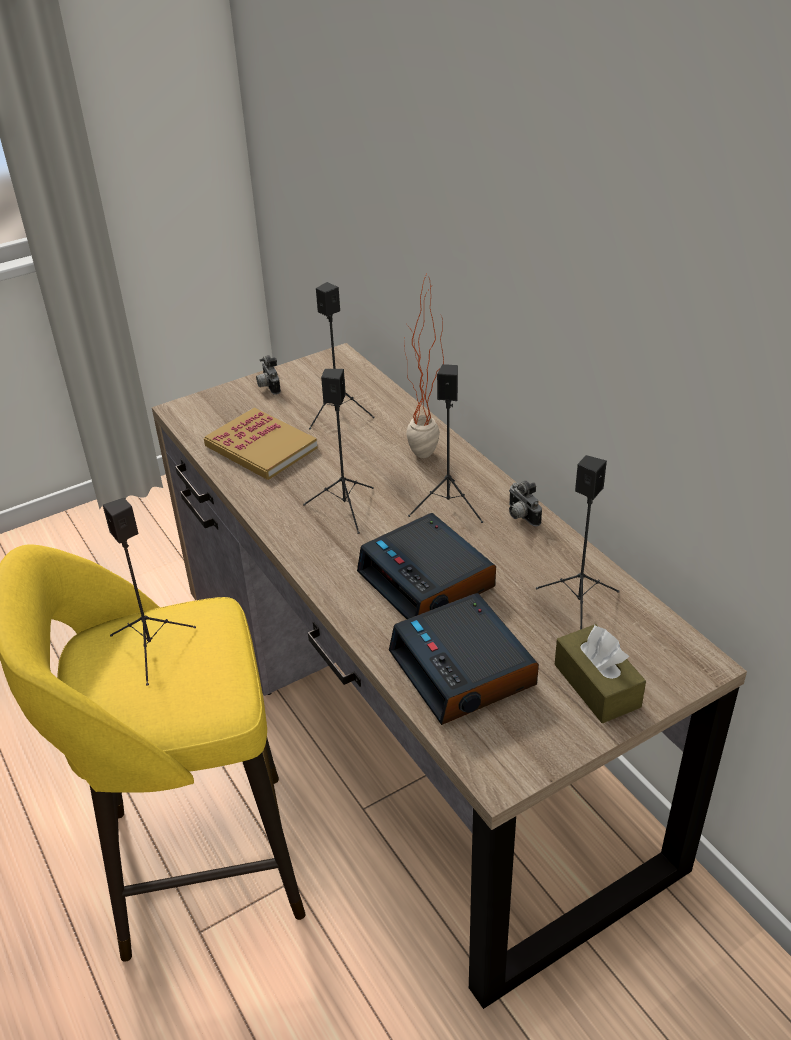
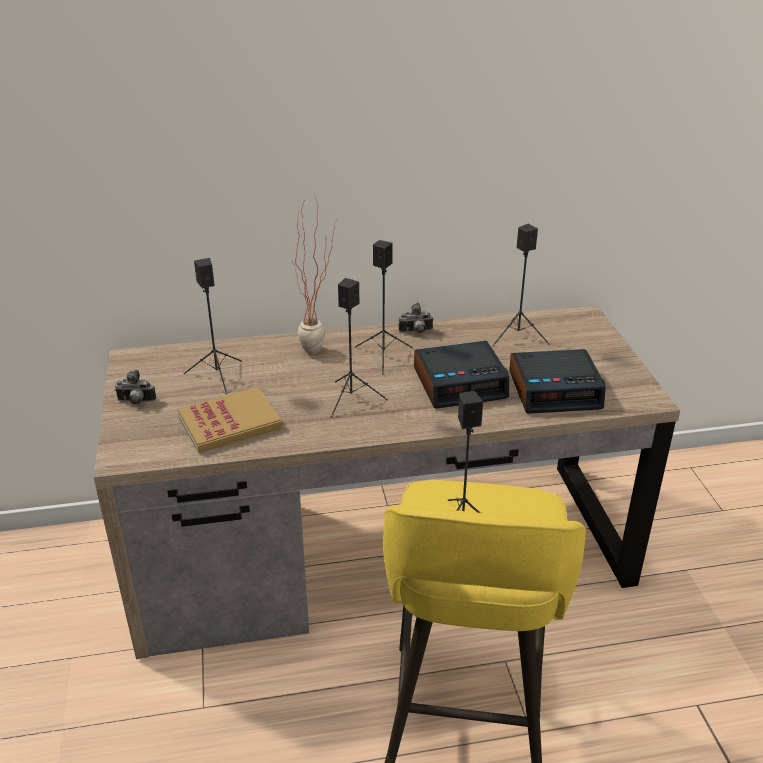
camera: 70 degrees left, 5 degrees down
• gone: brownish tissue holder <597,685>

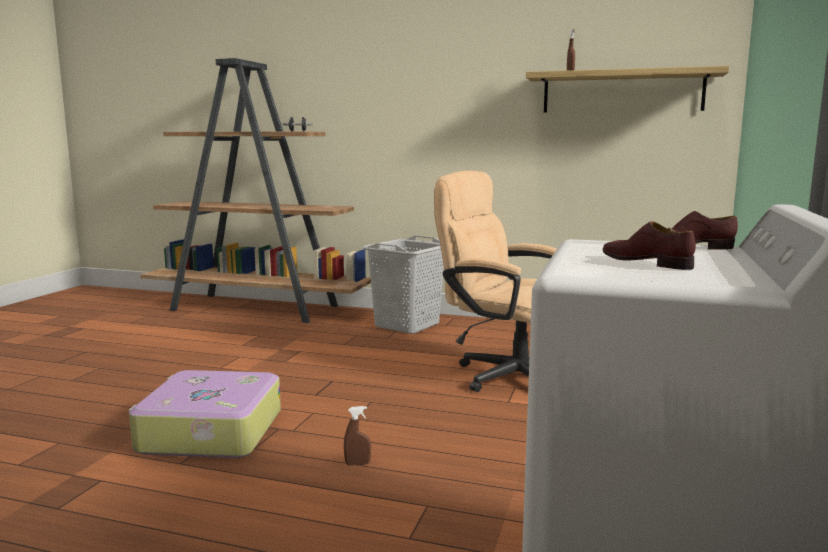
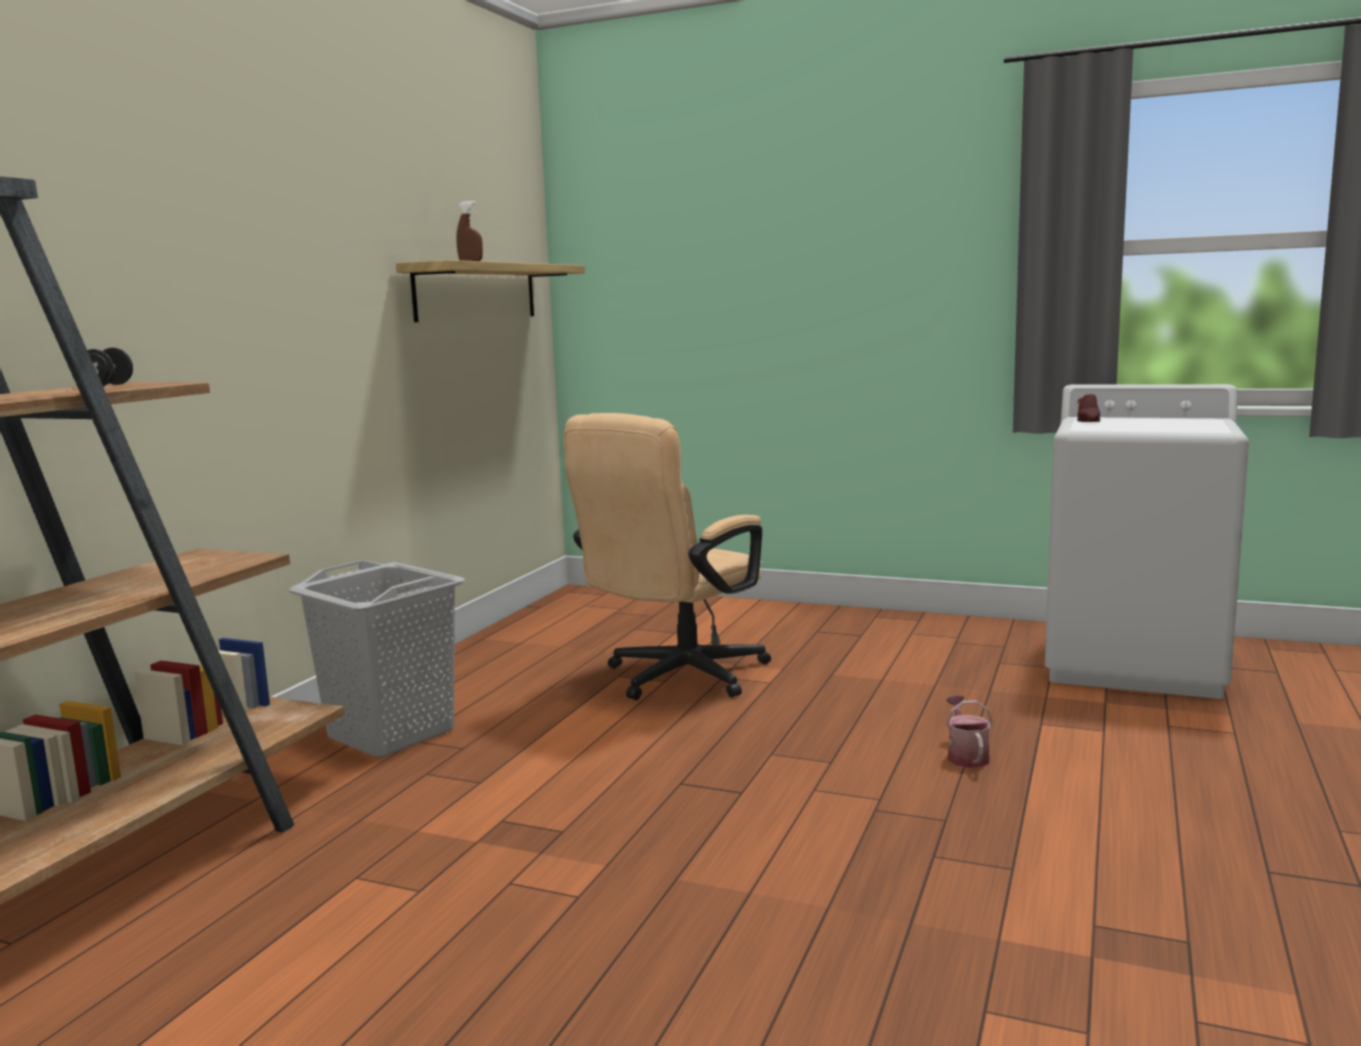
camera: 85 degrees left, 0 degrees up
• gone: brownish low shoe <646,262>
• gone: suitcase <209,432>
• swapped: brownish hand sprayer <357,464> to sprinkling can <966,755>

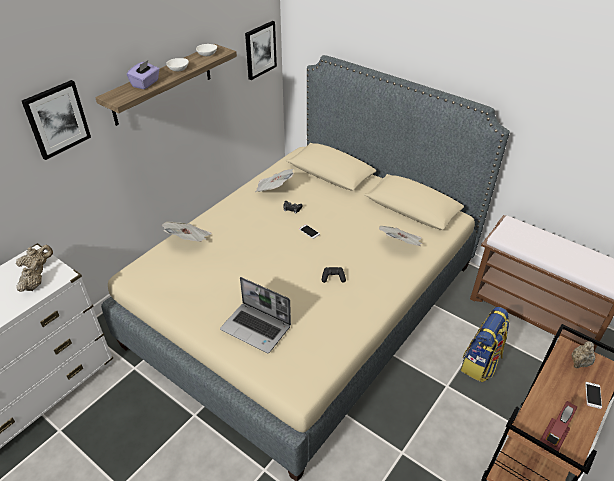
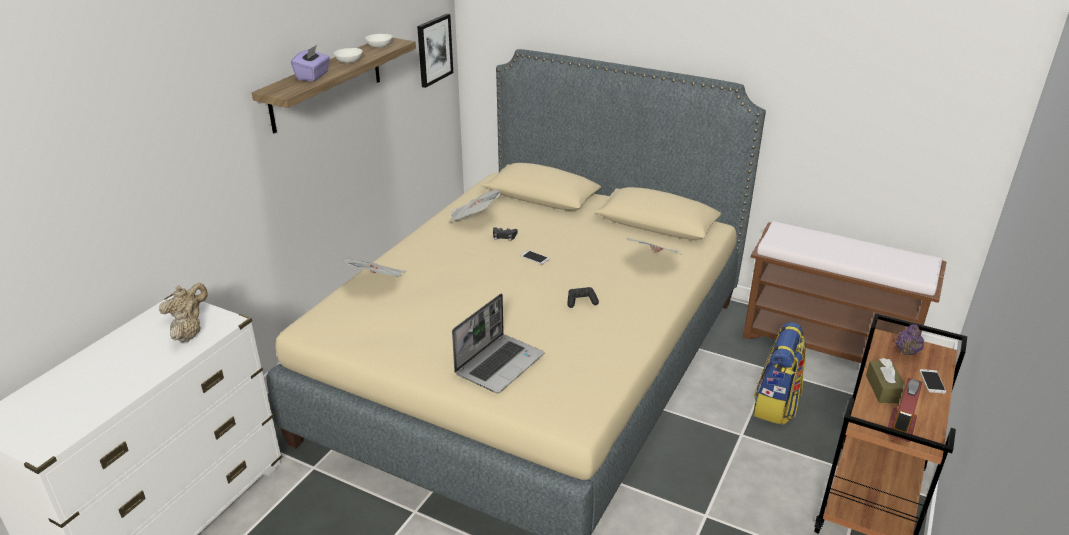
camera: 10 degrees left, 10 degrees down
• gone: picture <57,119>
• rotated: notebook computer <257,328> = <499,364> 75 degrees counterclockwise
• repainted: beige-coloured tea pot <580,362> to purple-coloured tea pot <907,352>
• new: brownish tissue holder <883,389>

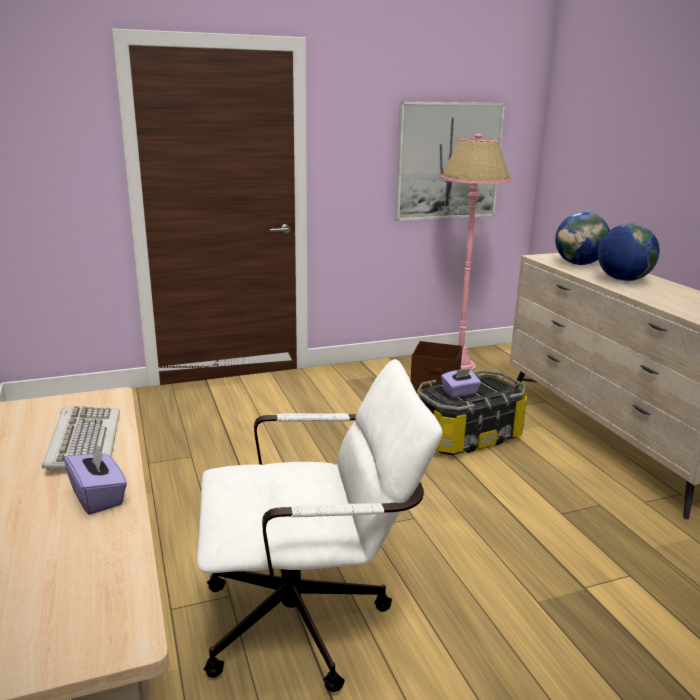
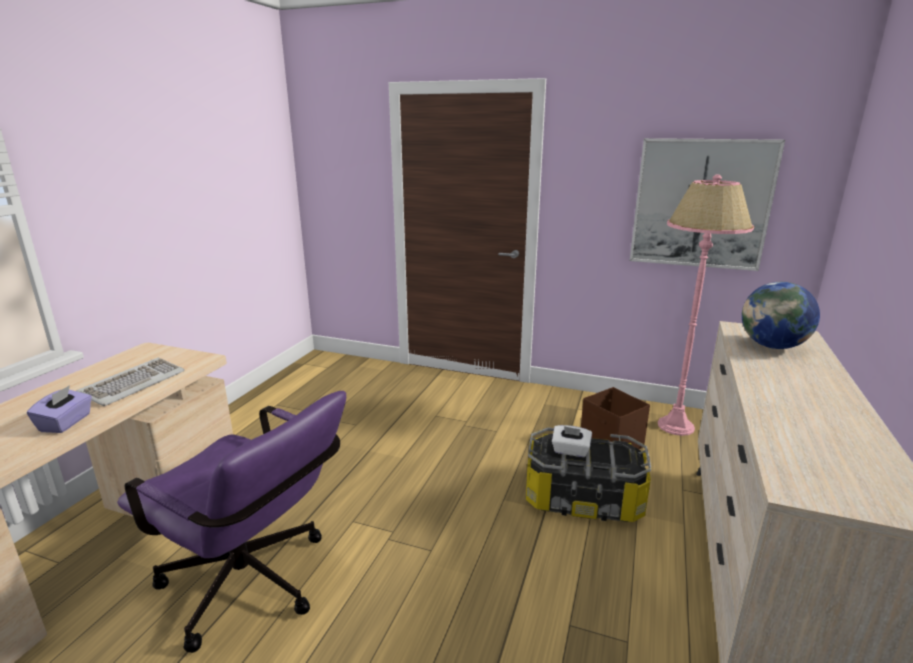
camera: 40 degrees right, 0 degrees up
• gone: globe <623,280>
• repainted: white-coloured office chair <311,619> to purple-coloured office chair <255,587>
• repainted: purple-coloured tissue holder <460,393> to white-coloured tissue holder <570,451>

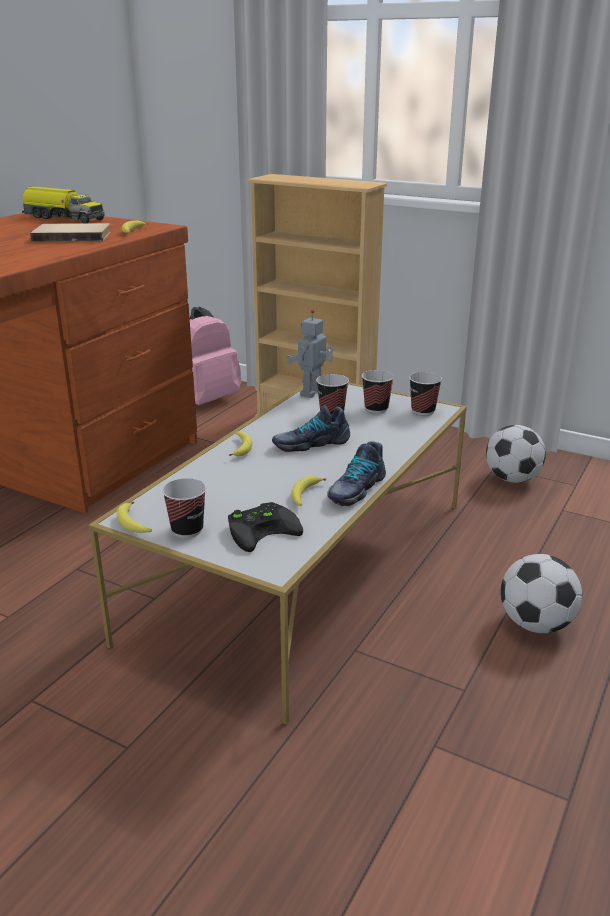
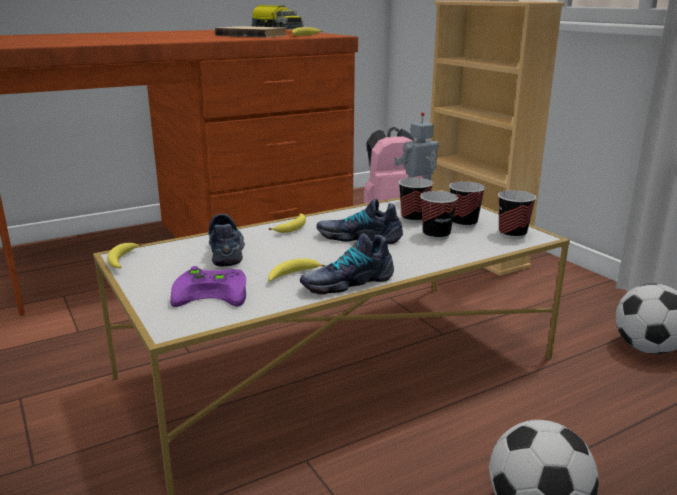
camera: 30 degrees right, 5 degrees down
• shifted: cup <187,530> to <436,235>
• repainted: blackish gamepad <263,529> to purple-coloured gamepad <214,292>
• new: low shoe <227,250>

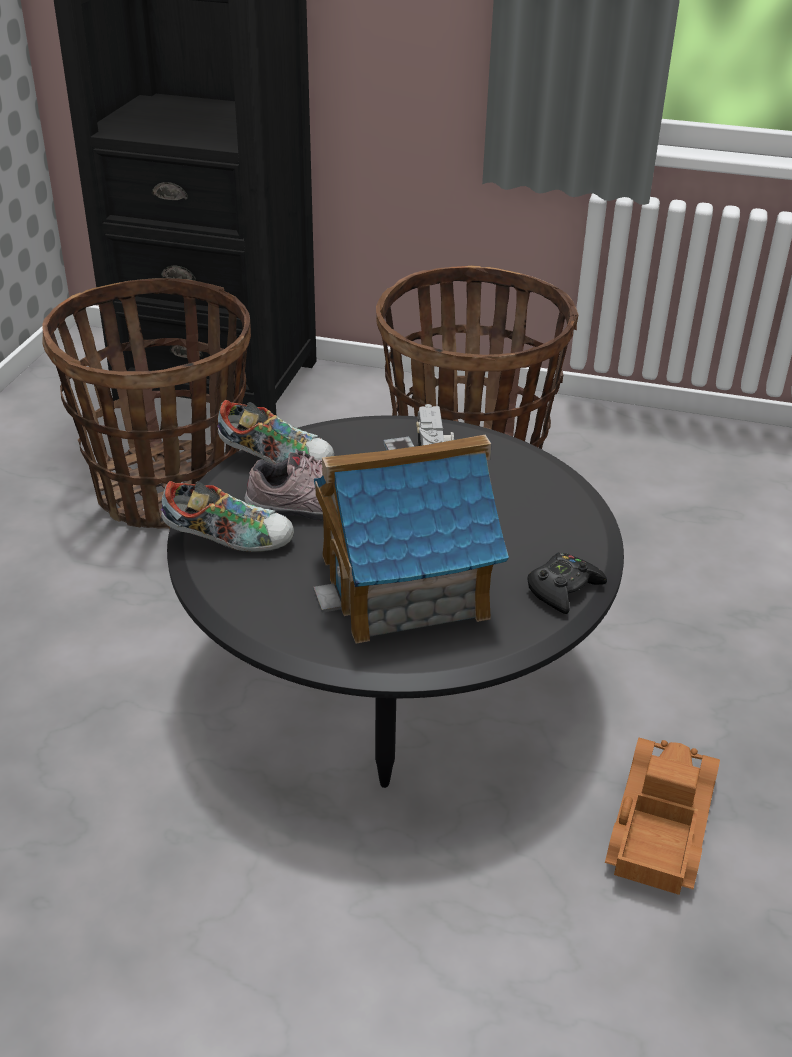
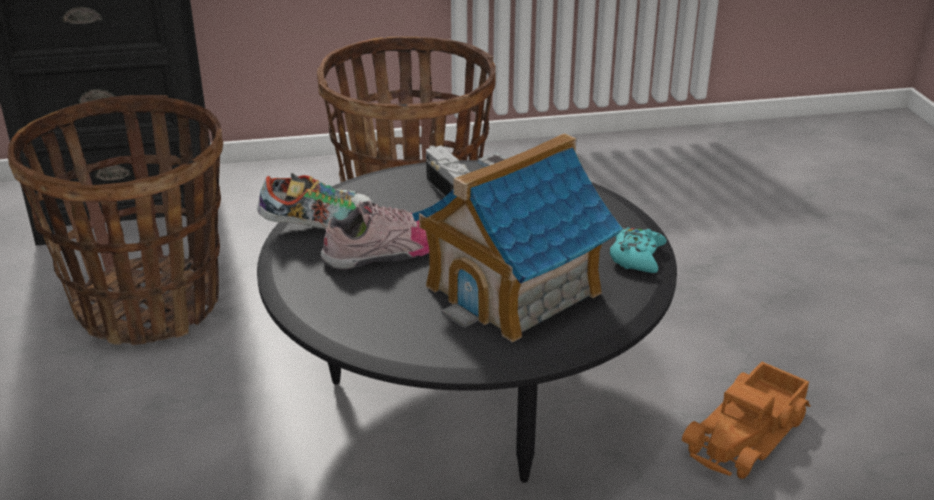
camera: 25 degrees left, 5 degrees down
• gone: low shoe <229,539>
• repainted: blackish gamepad <563,589> to turquoise-coloured gamepad <636,257>
• rotated: toy truck <657,824> = <748,434> 135 degrees counterclockwise

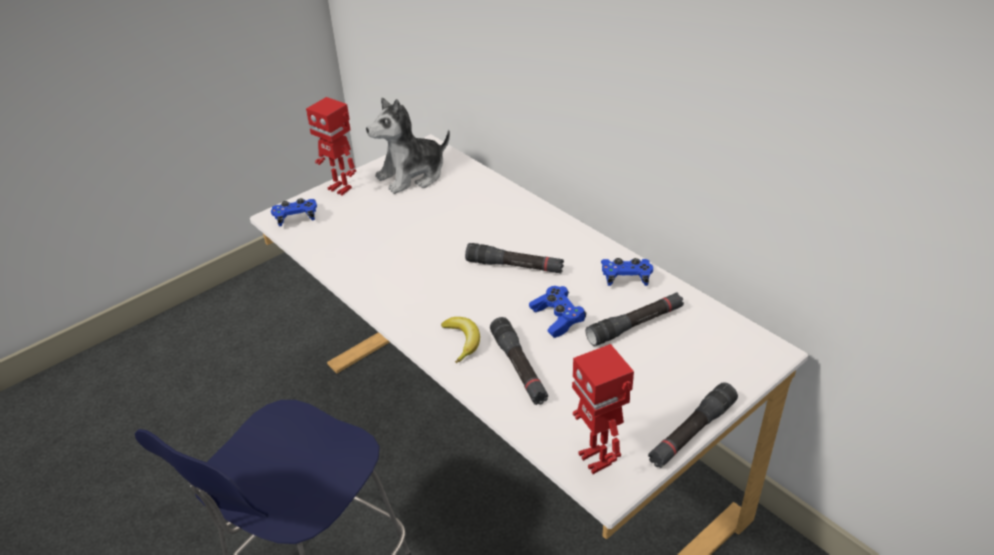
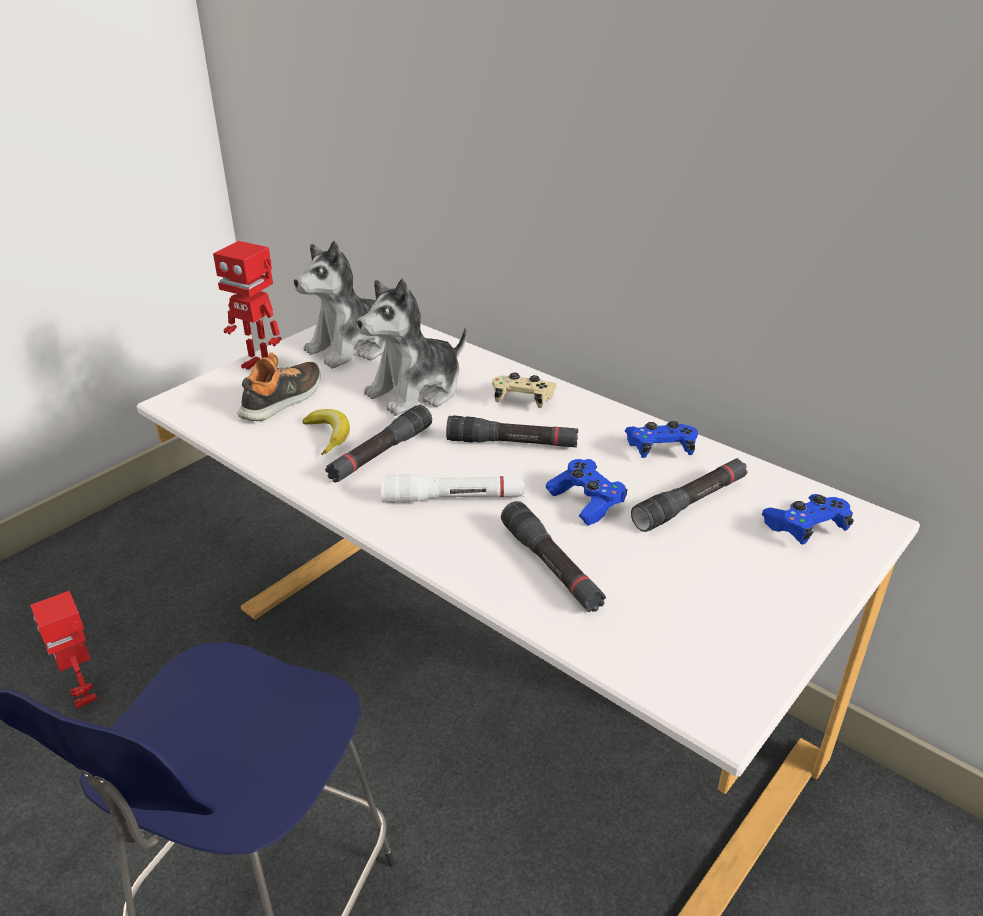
camera: 10 degrees left, 5 degrees down
• shifted: bluish gamepad <296,218> to <805,528>
• shifted: whole banana <462,341> to <329,435>
• shifted: toy robot <596,459> to <85,695>
• shifted: blackish flashlight <691,432> to <380,454>
• new: cuddly toy <416,391>
• new: low shoe <283,400>
• new: beige-coloured gamepad <523,400>
• new: white-coloured flashlight <453,498>

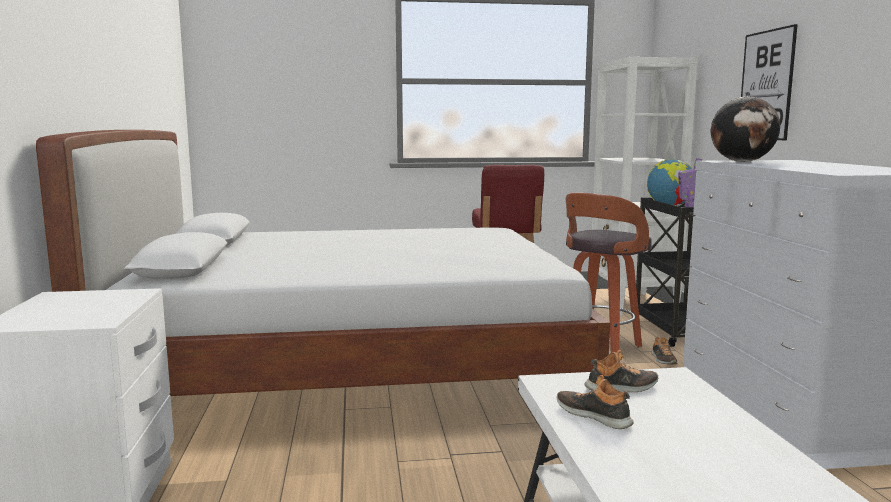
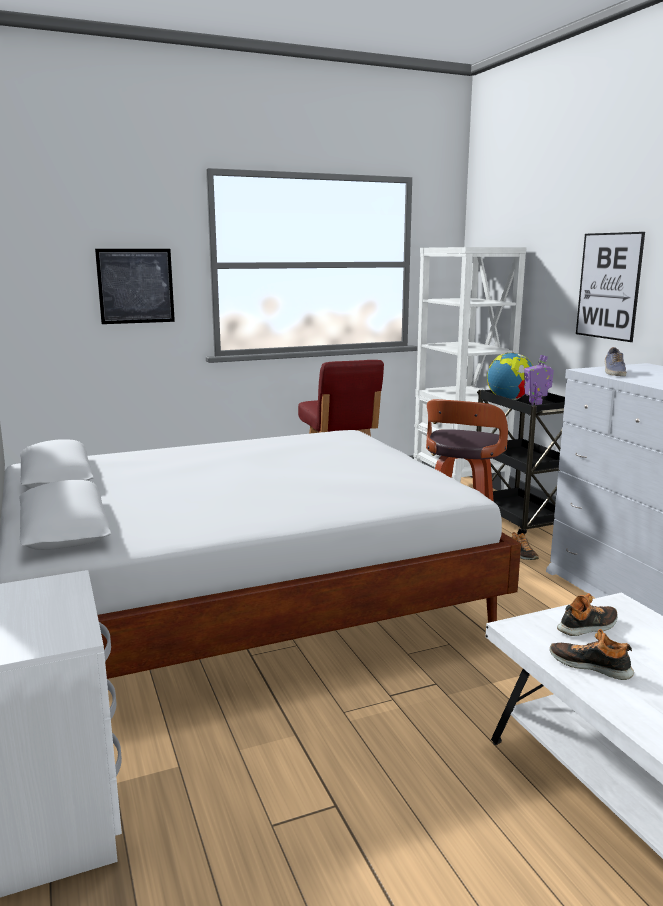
camera: 15 degrees left, 5 degrees up
• swapped: globe <742,162> to low shoe <613,372>
• new: picture <135,286>

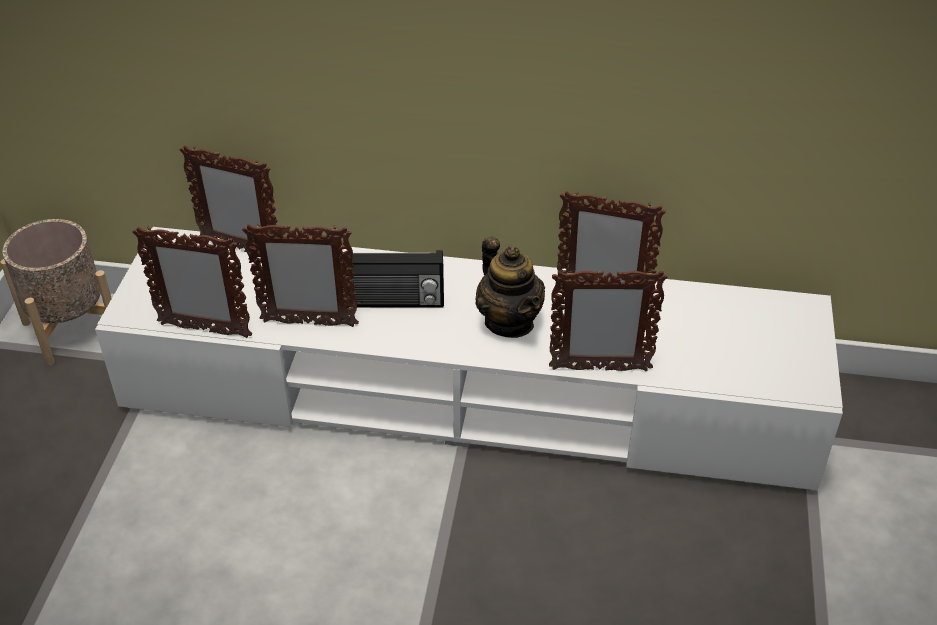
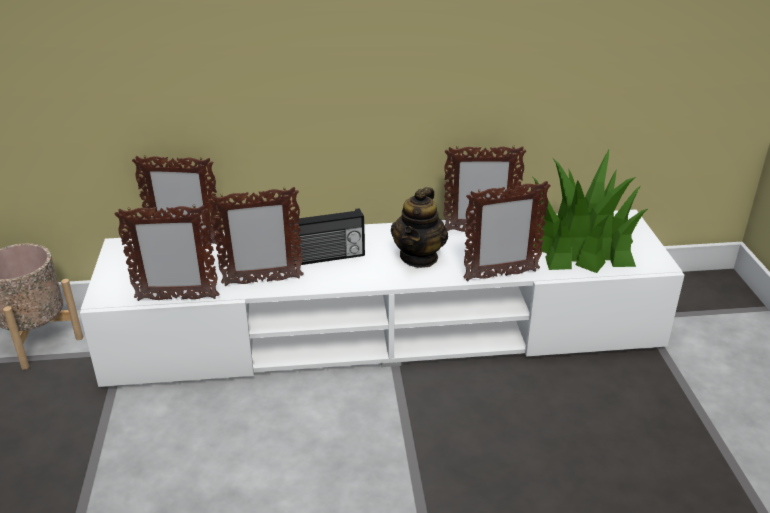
camera: 15 degrees left, 10 degrees down
• rotated: tea pot <509,322> = <419,257> 60 degrees clockwise
• new: potted plant <581,245>

